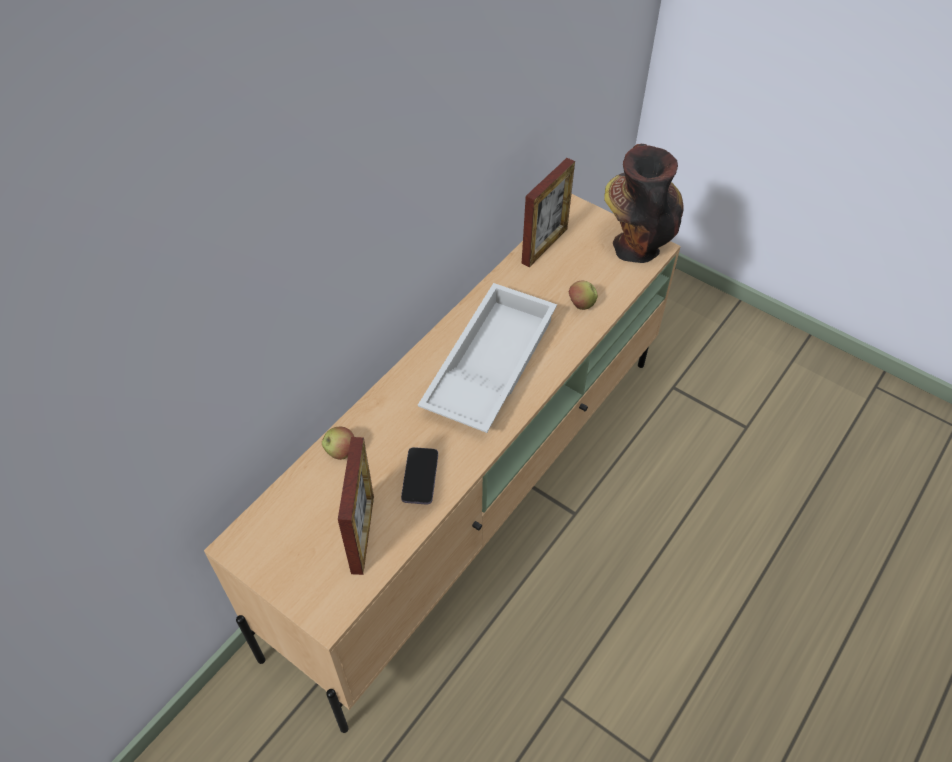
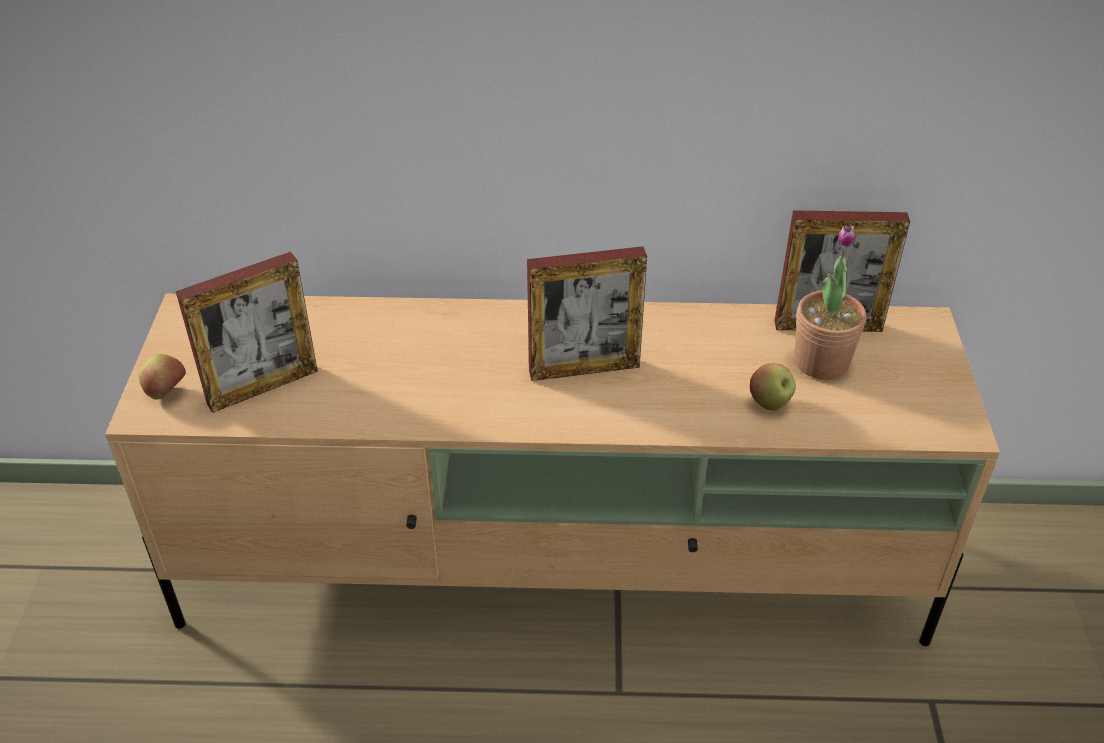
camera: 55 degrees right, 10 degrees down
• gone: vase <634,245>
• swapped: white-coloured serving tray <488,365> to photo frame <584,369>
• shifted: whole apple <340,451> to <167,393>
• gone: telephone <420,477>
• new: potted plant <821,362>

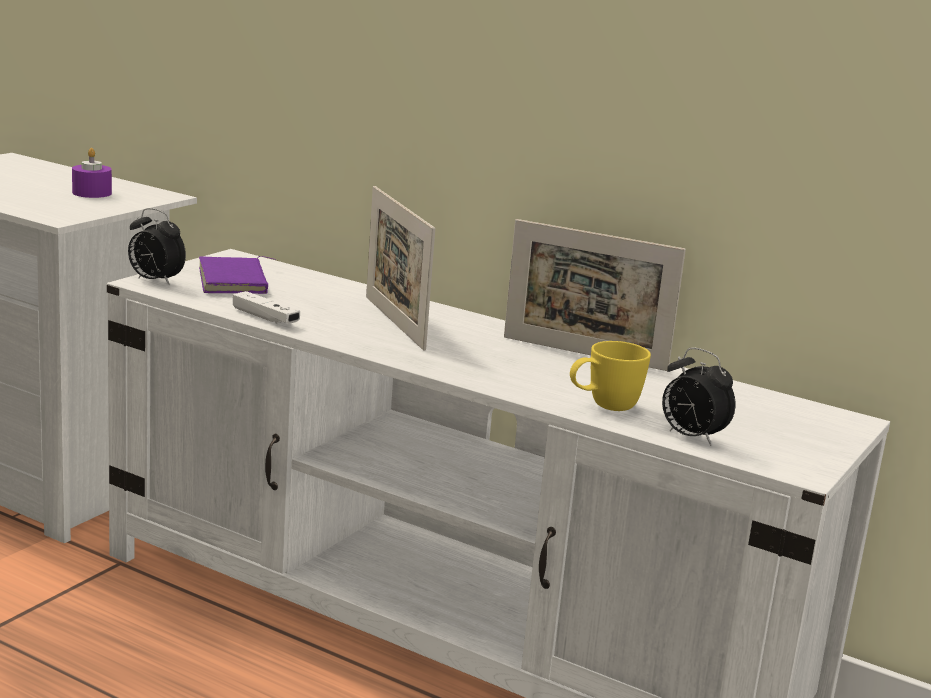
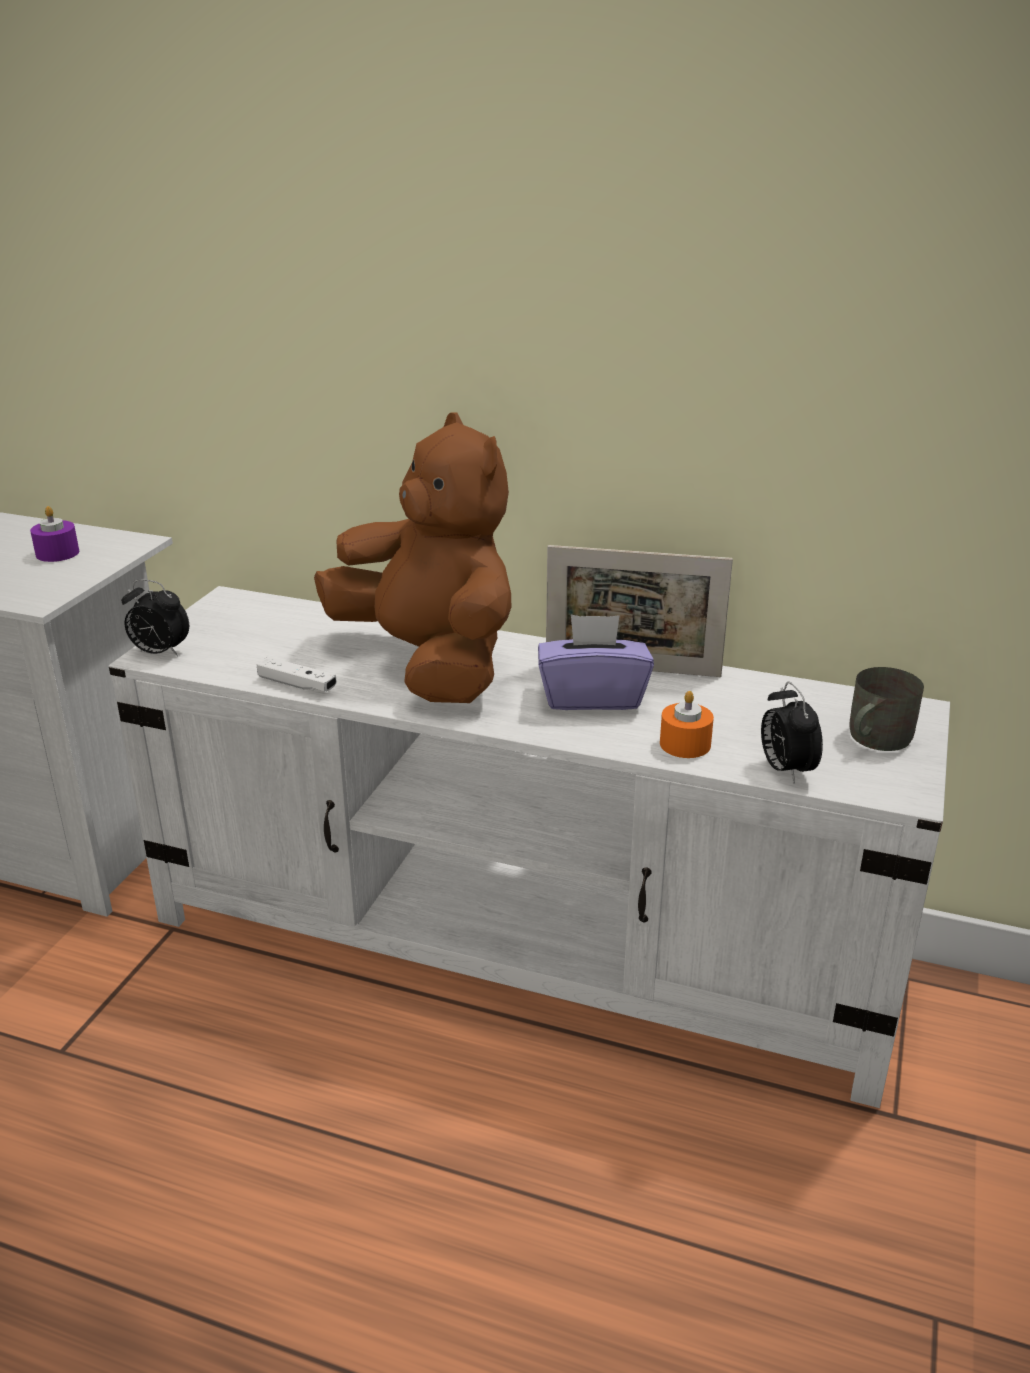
camera: 10 degrees left, 10 degrees up
• swapped: photo frame <394,322> to brownish cuddly toy <430,663>
• gone: purple-coloured book <236,282>
• swapped: yellow-coloured mug <603,407> to orangey wax candle <685,744>
• rotated: table clock <690,437> = <785,769> 45 degrees clockwise
• new: purple-coloured tissue holder <592,697>
• new: gray mug <874,738>

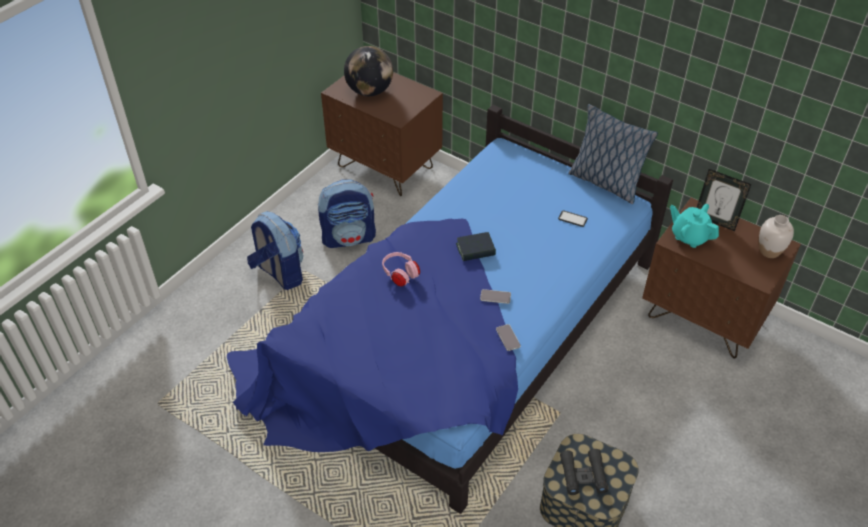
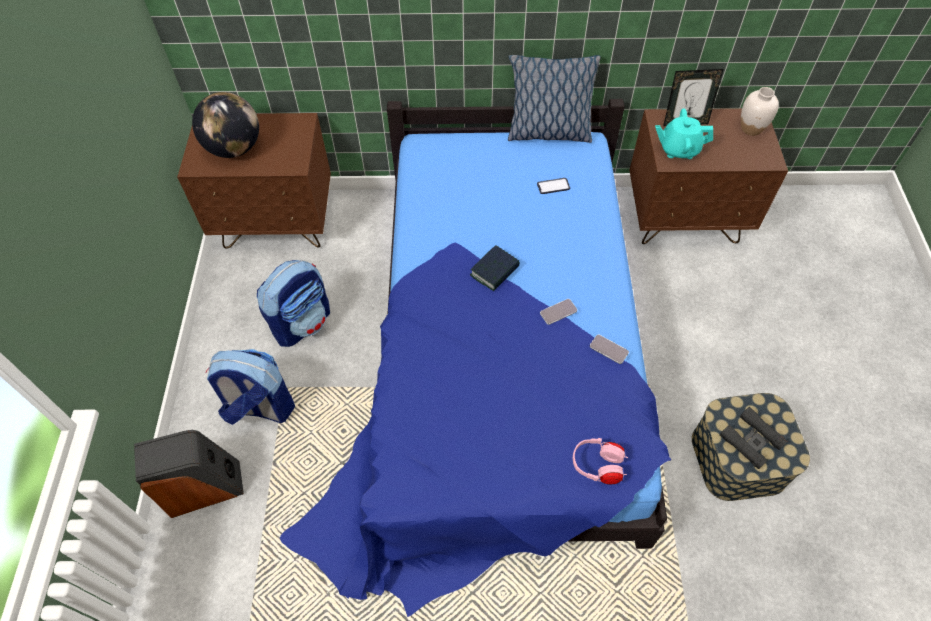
camera: 35 degrees left, 10 degrees up
• shifted: pinkish headphones <400,275> to <598,466>
• new: audio speaker <204,487>

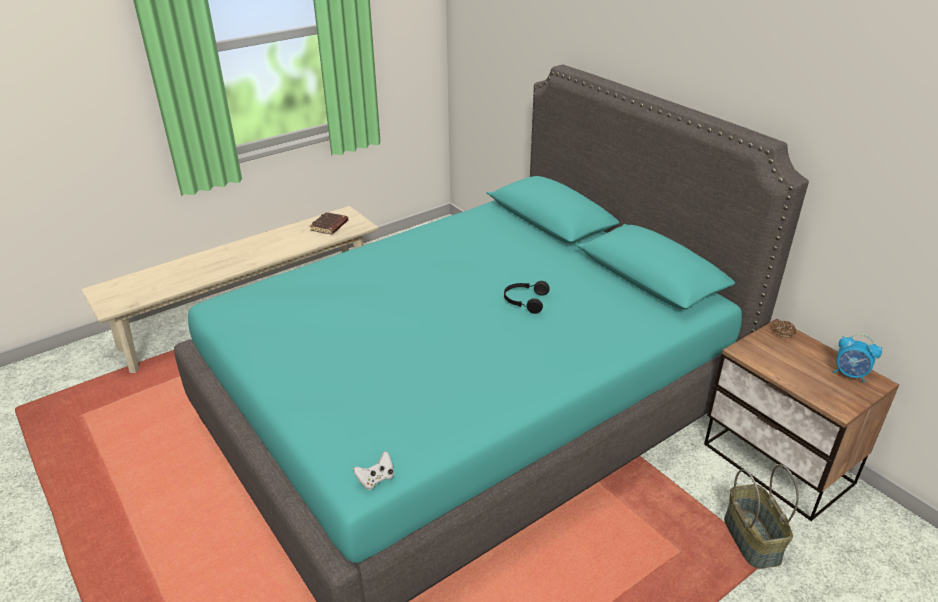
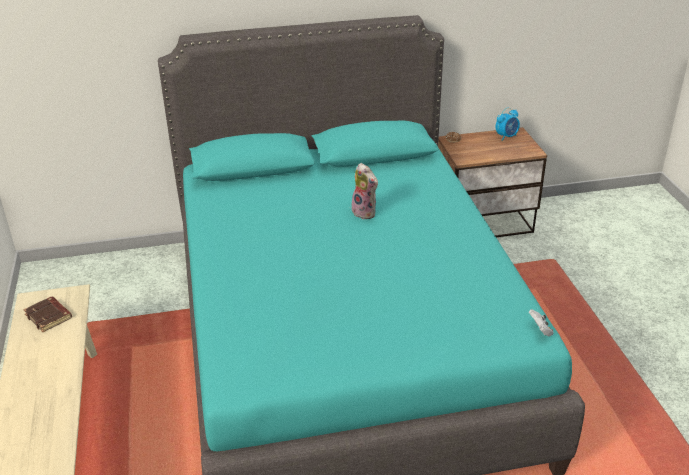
camera: 65 degrees left, 0 degrees up
• swapped: blackish headphones <524,301> to cuddly toy <366,212>
• gone: storage basket <753,540>

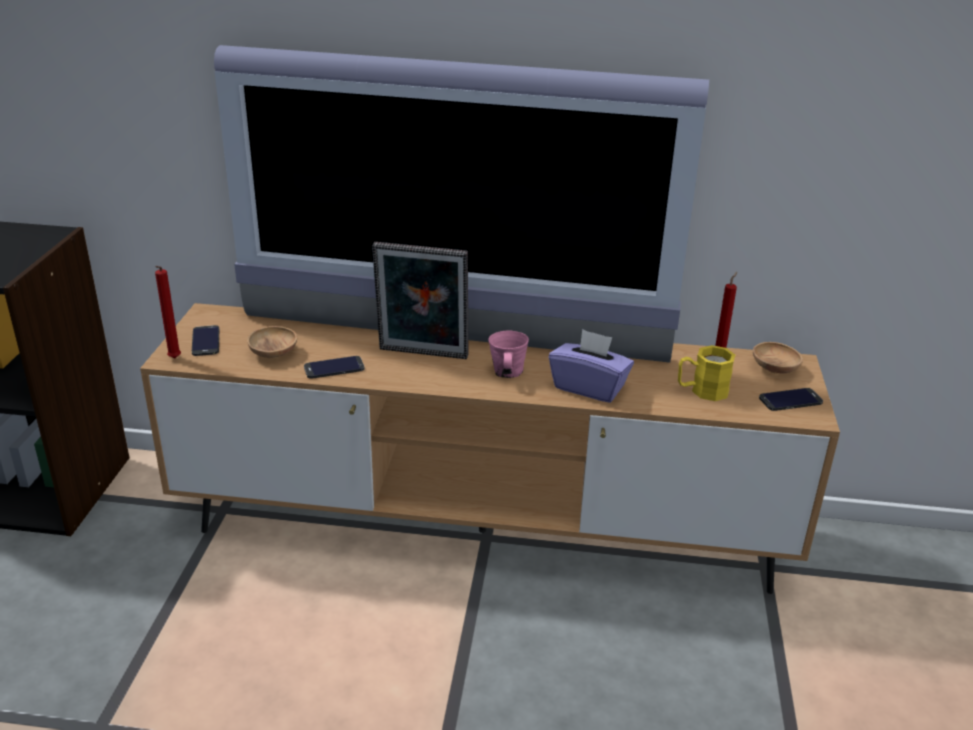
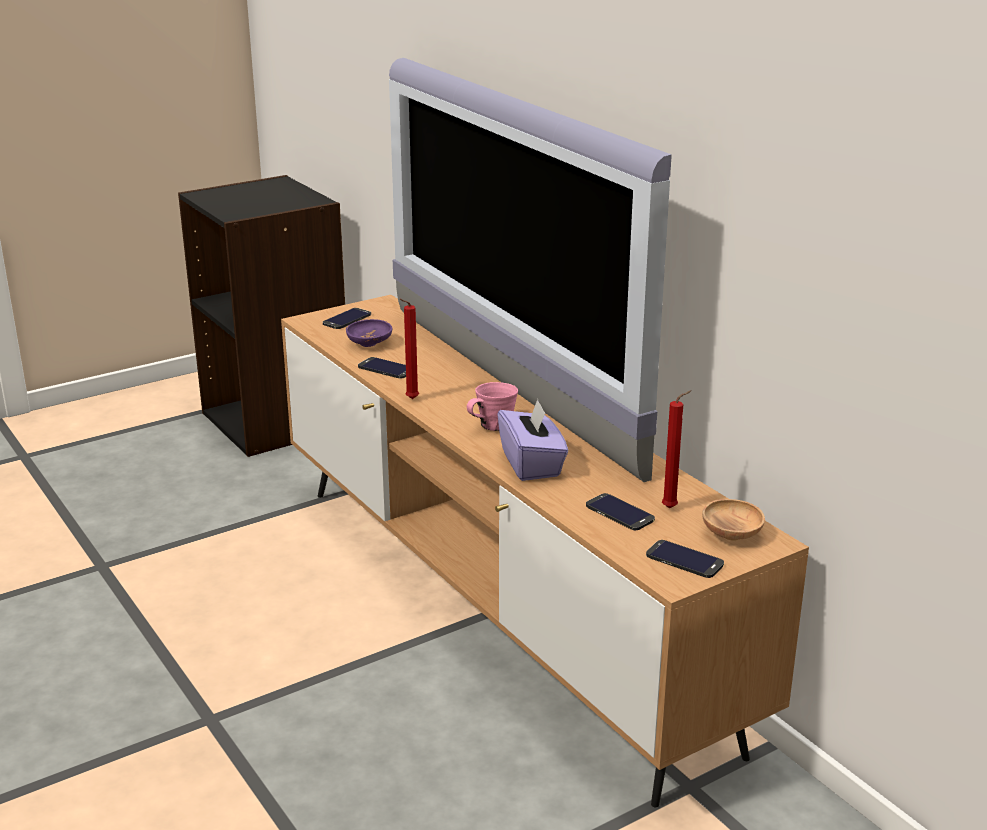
camera: 50 degrees right, 5 degrees down
• gone: photo frame <422,355>
• shifted: red-coloured wax candle <174,359> to <410,399>
• repainted: brownish bowl <273,353> to purple-coloured bowl <369,343>
• swapped: yellow-coloured mug <702,391> to telephone <619,513>

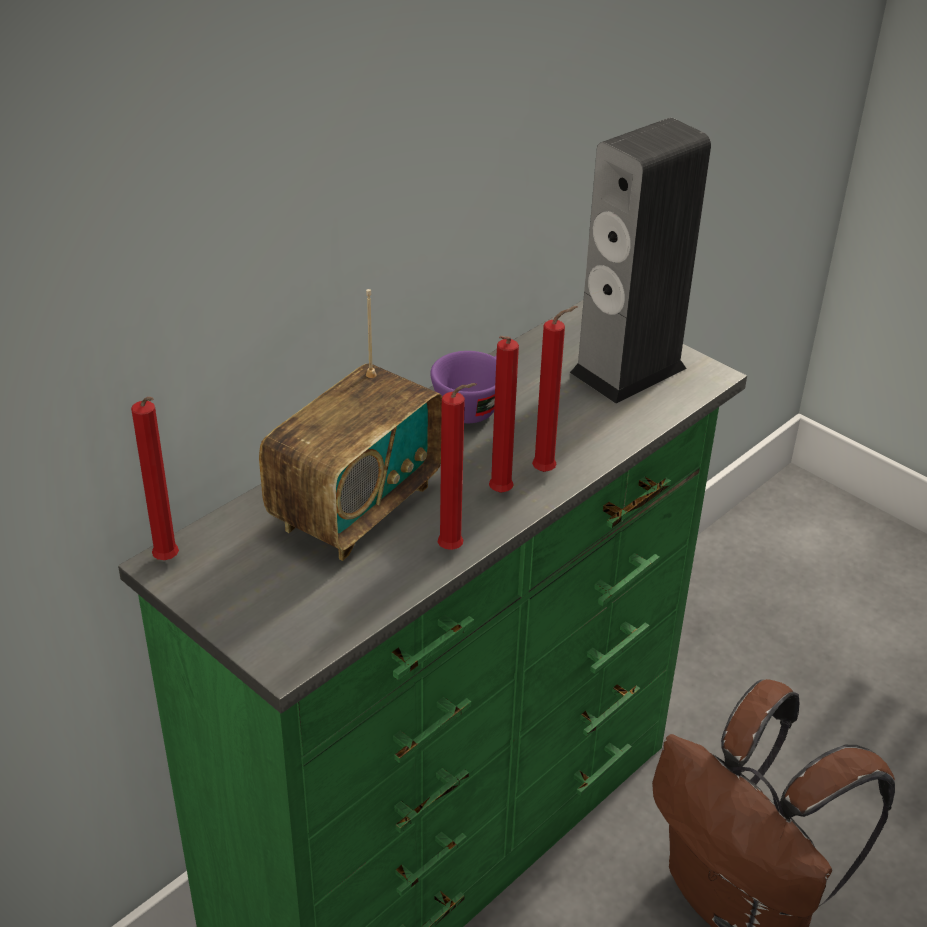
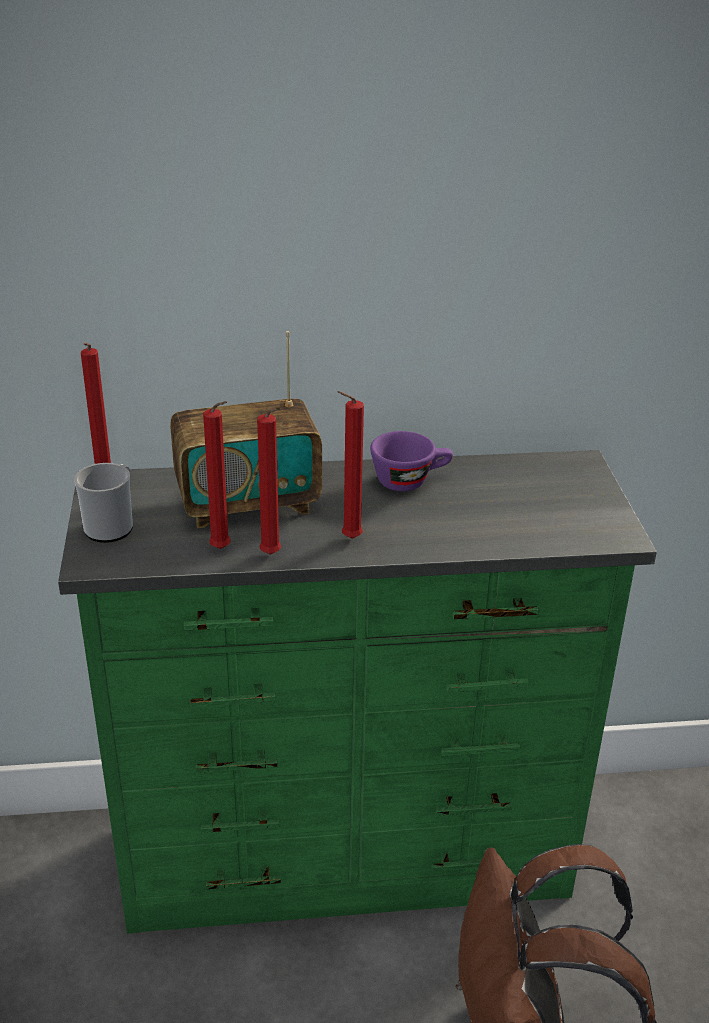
camera: 40 degrees right, 5 degrees down
• gone: audio speaker <628,370>
• shifted: red-coloured wax candle <547,472> to <223,550>
• new: mug <112,526>

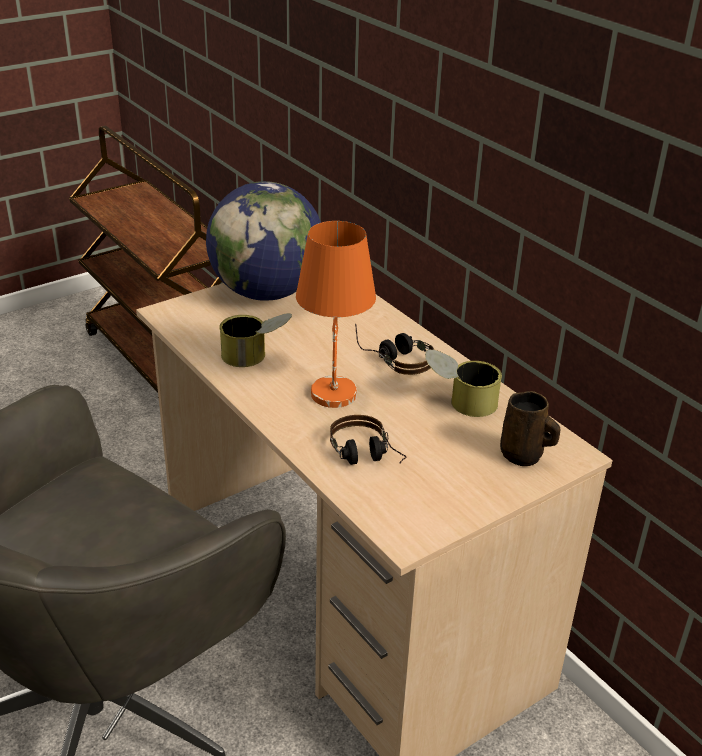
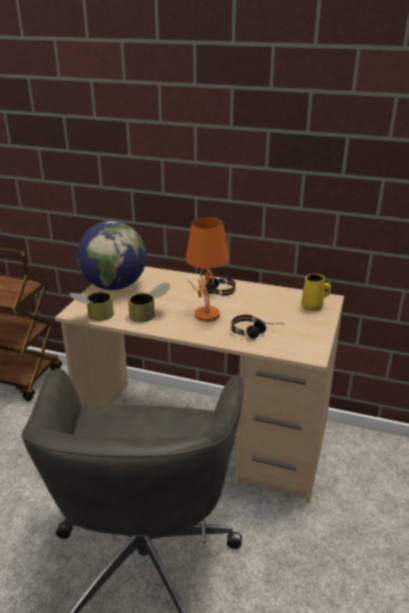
camera: 35 degrees left, 5 degrees down
• shifted: can <459,402> to <93,317>
• repainted: brownish mug <523,456> to yellow-coloured mug <313,307>

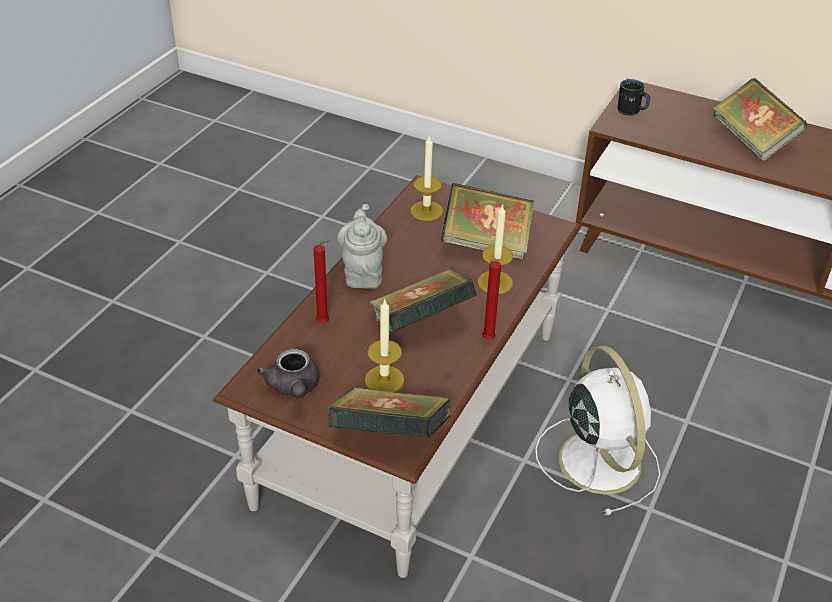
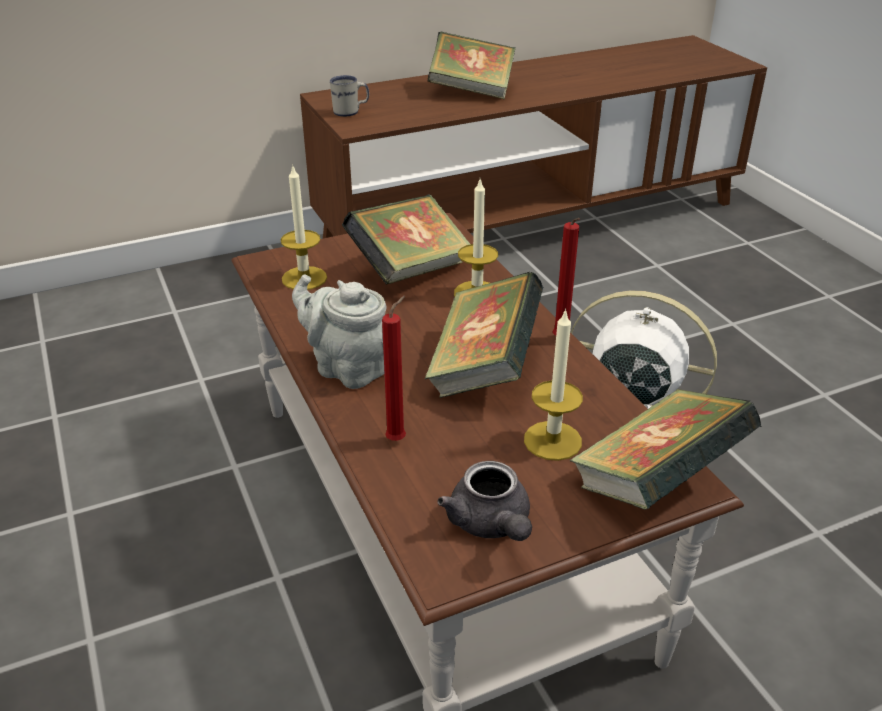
camera: 50 degrees left, 5 degrees down
• repainted: blackish mug <631,112> to white-coloured mug <351,112>
• rotated: gray tea pot <294,388> = <491,524> 45 degrees clockwise

